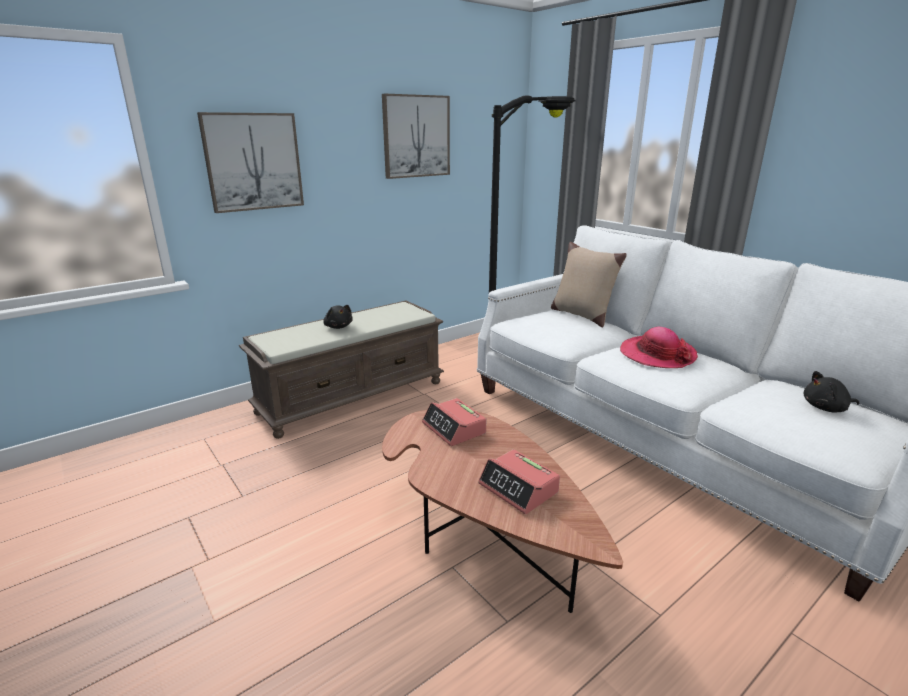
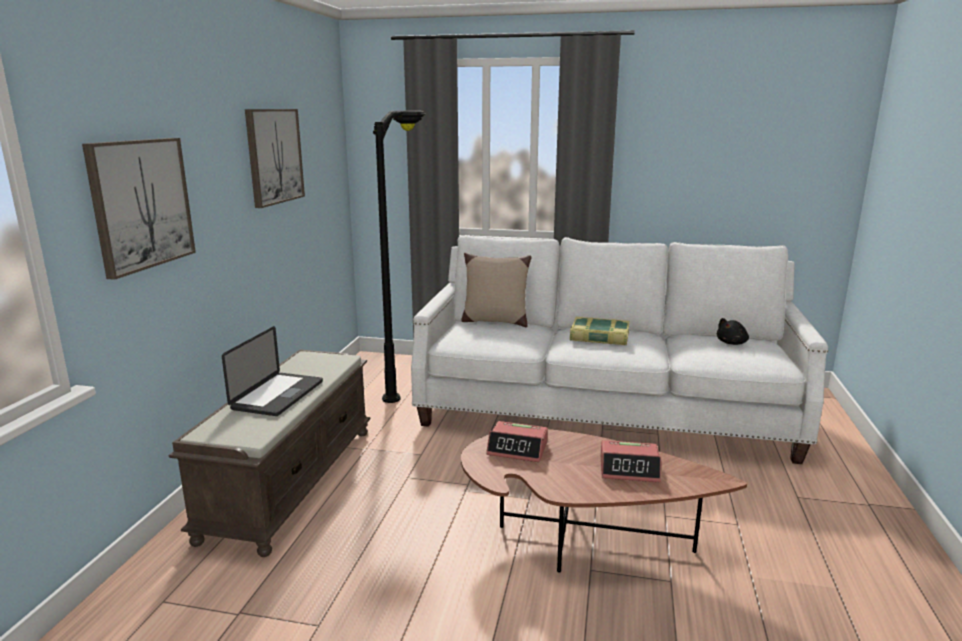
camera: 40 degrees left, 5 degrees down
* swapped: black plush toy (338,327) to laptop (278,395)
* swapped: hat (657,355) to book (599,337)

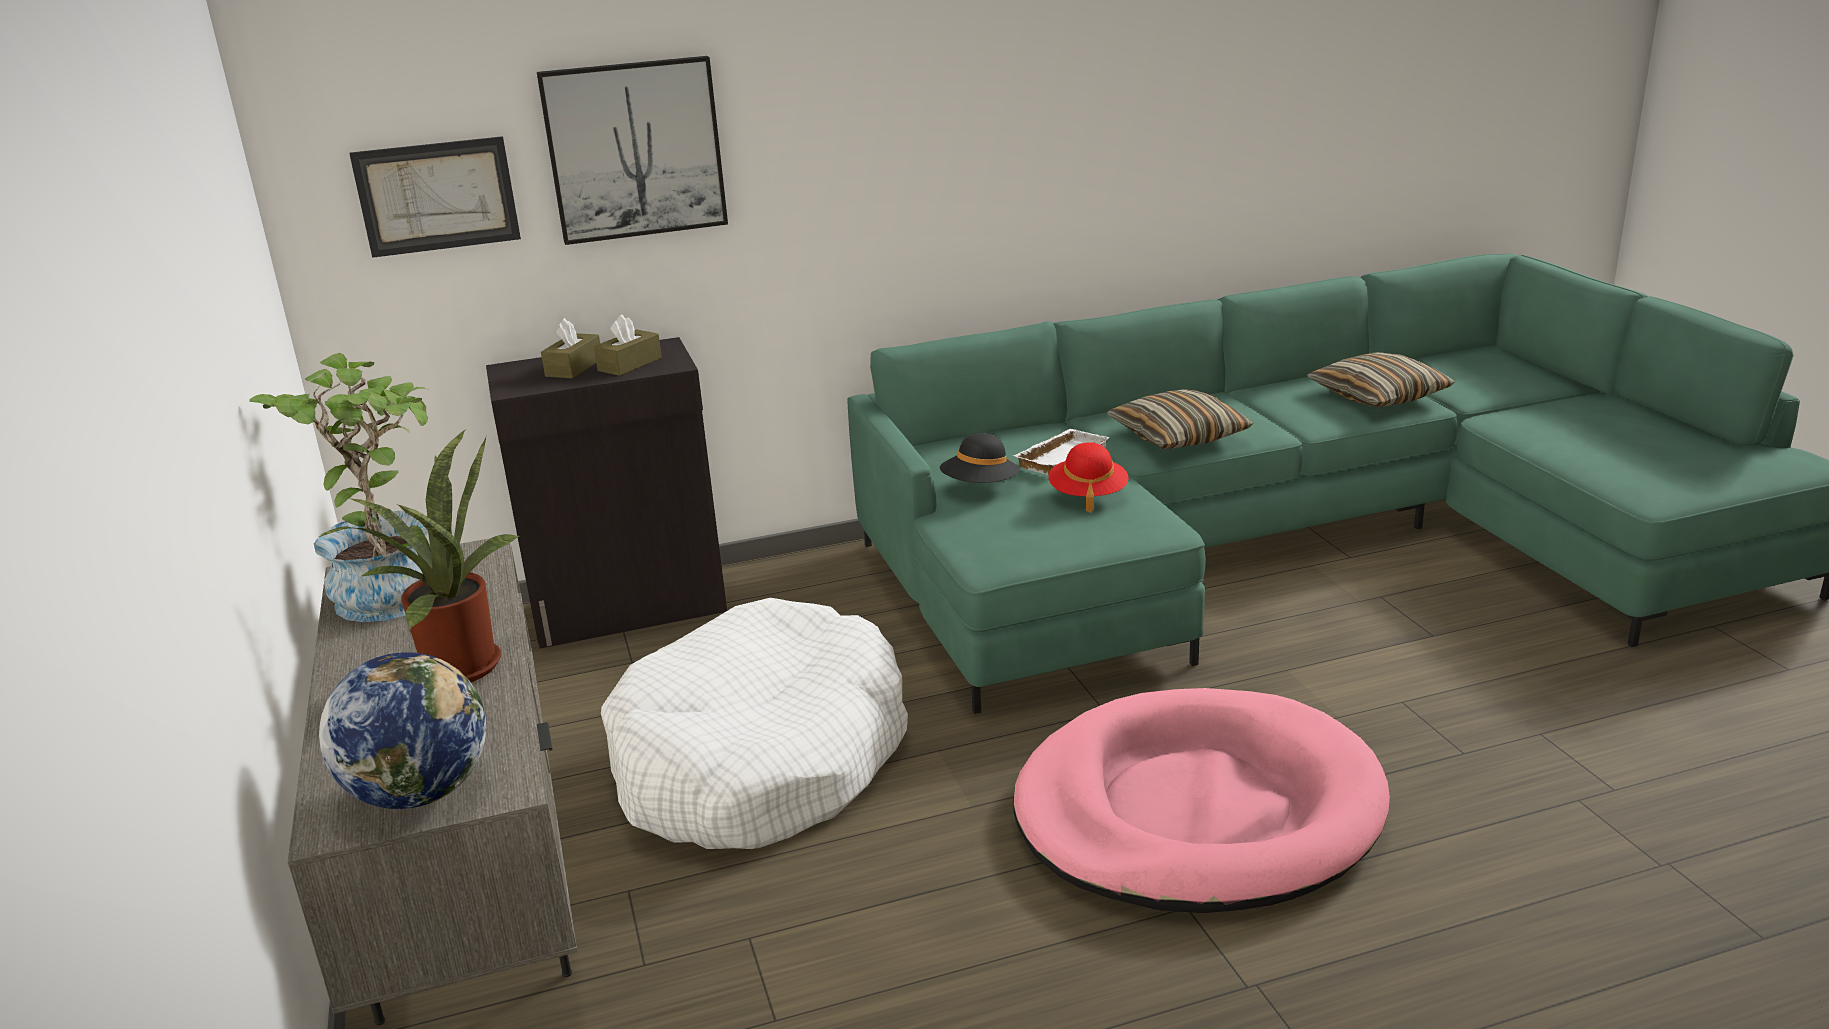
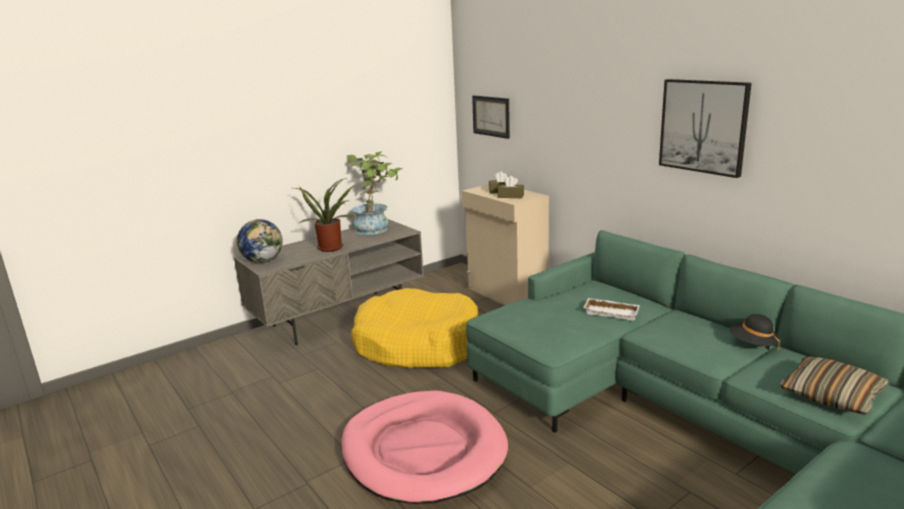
camera: 70 degrees right, 5 degrees down
* shifted: picture (634,149) to (703,126)
* repainted: black cabinet (630,608) to beige cabinet (506,294)
* gone: pillow (1178,436)
* shifted: black hat (980,487) to (752,344)
* gone: red hat (1087,495)
* repainted: white dog bed (760,760) to yellow dog bed (418,344)

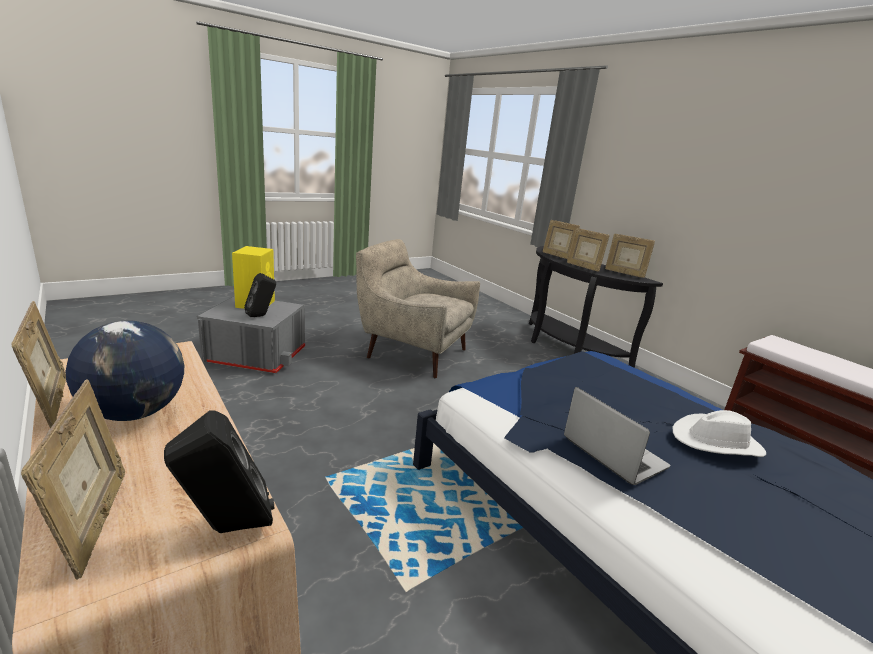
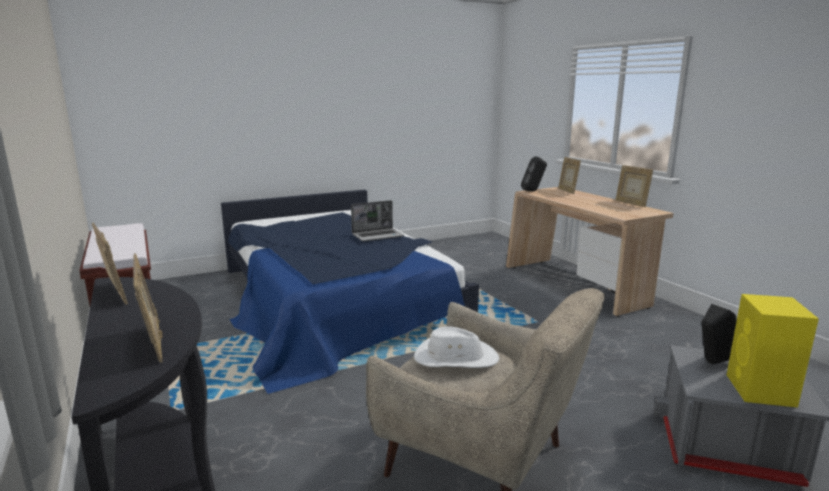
camera: 170 degrees left, 5 degrees down
* gone: picture frame (583,267)
* gone: globe (134,412)
* rotated: laptop (612,453) = (378,236) 90 degrees counterclockwise
* shifted: white hat (716,442) to (455,358)

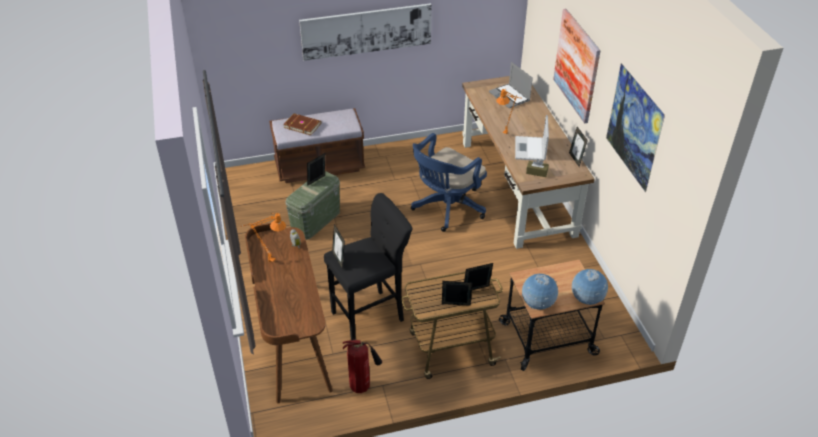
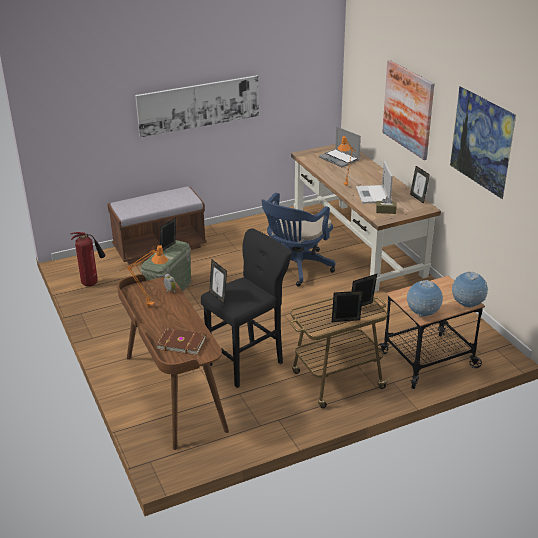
camera: 10 degrees left, 10 degrees down
* shifted: brown book (302,125) to (181,342)
* shifted: fire extinguisher (362,386) to (92,283)

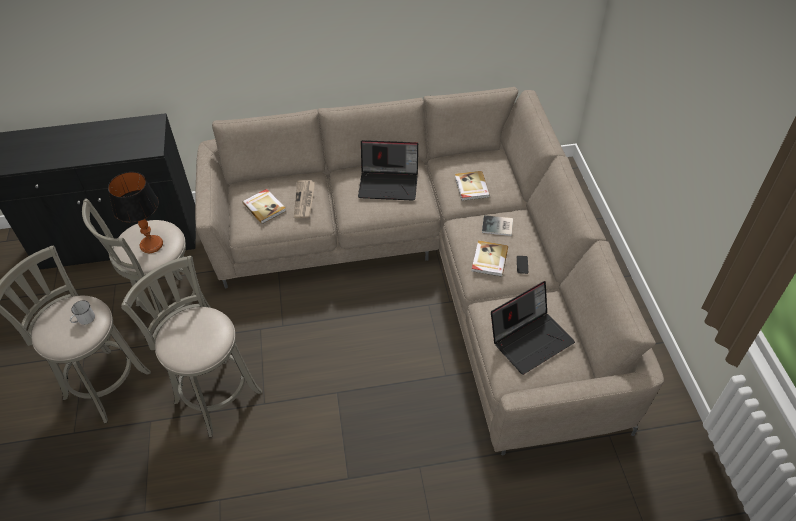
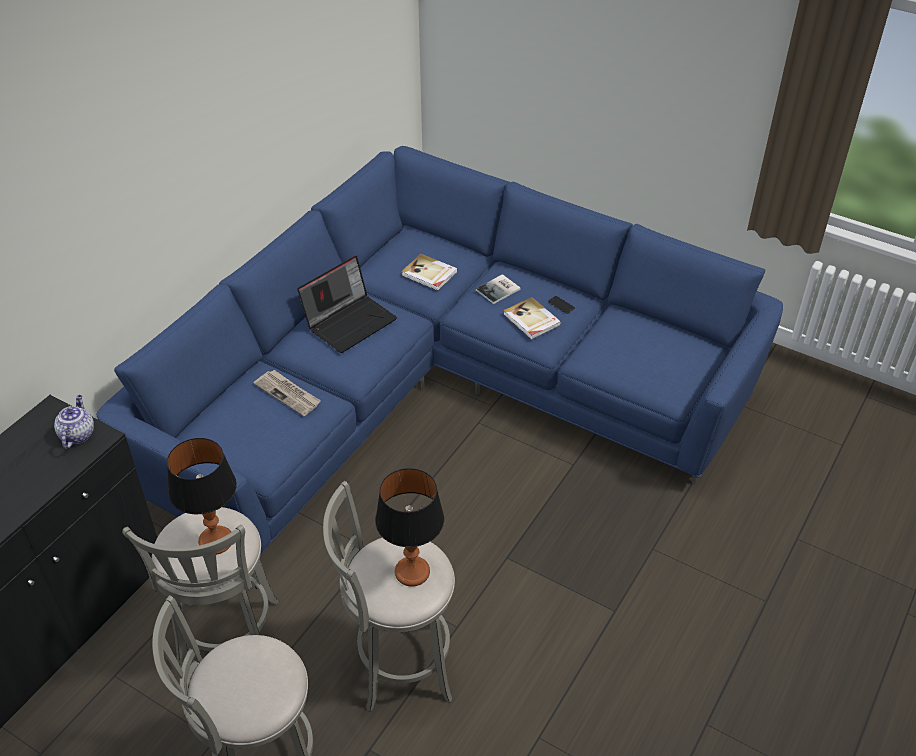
camera: 50 degrees left, 5 degrees down
* repainted: beige sofa (434,268) to blue sofa (439,389)
* gone: book (264,207)
* gone: laptop (531,339)
* gone: white mug (84,320)
* new: teapot (77,434)
* new: table lamp (412,572)

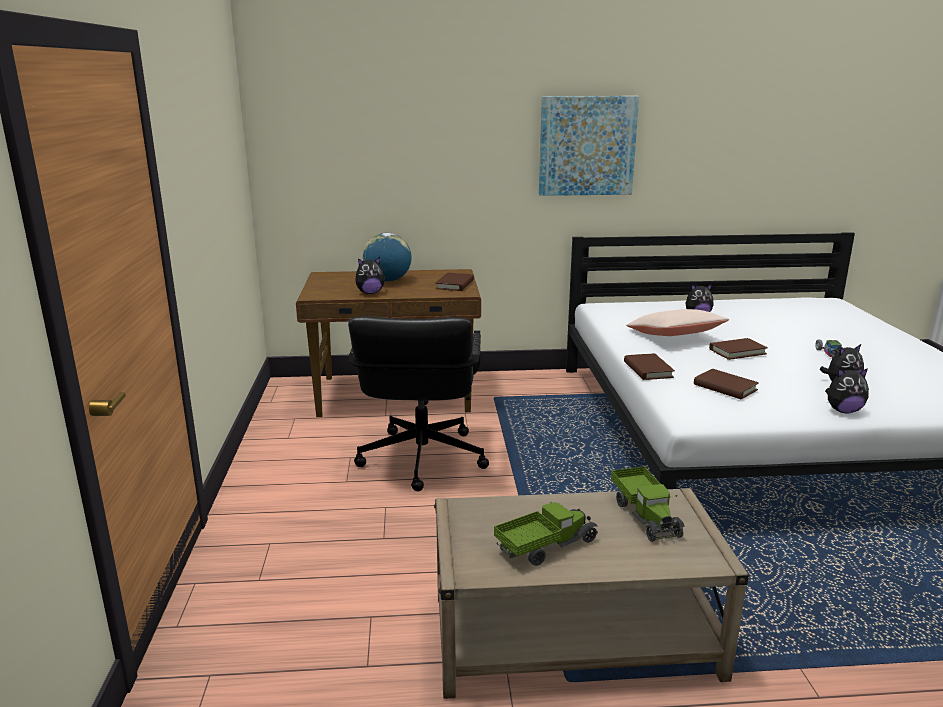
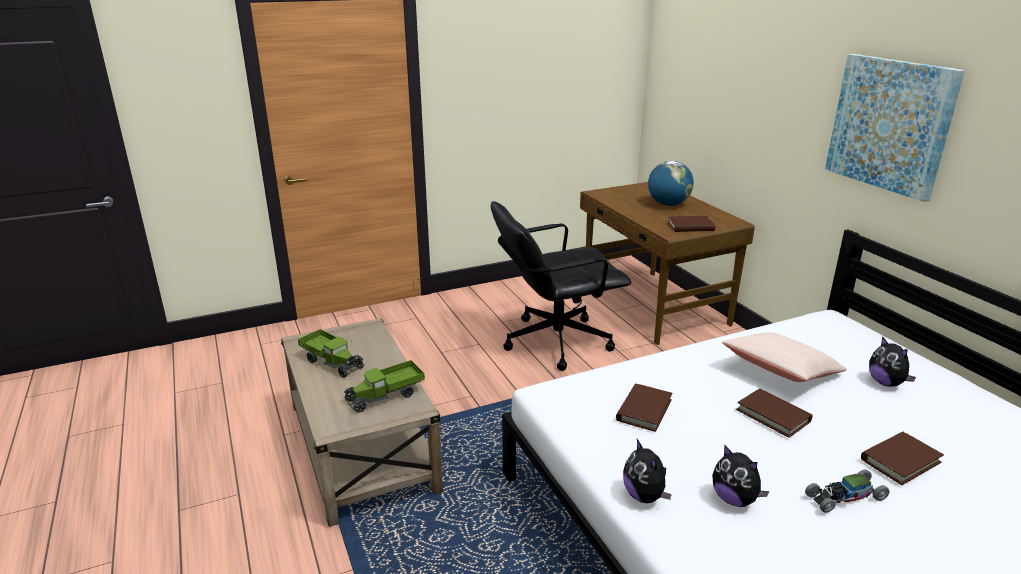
camera: 70 degrees right, 5 degrees up
* gone: plush toy (370,293)
* shifted: brown book (648,370) to (900,461)

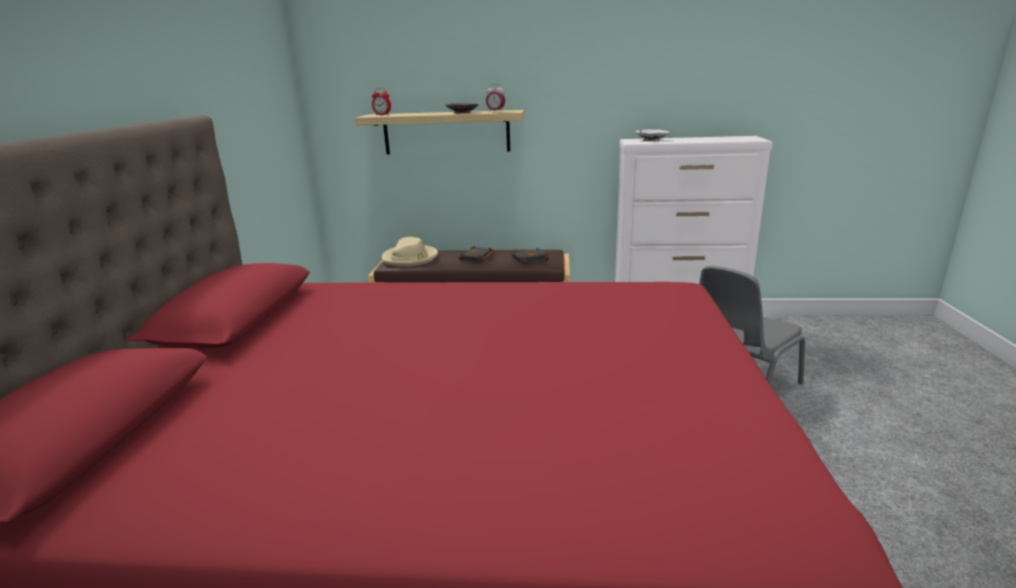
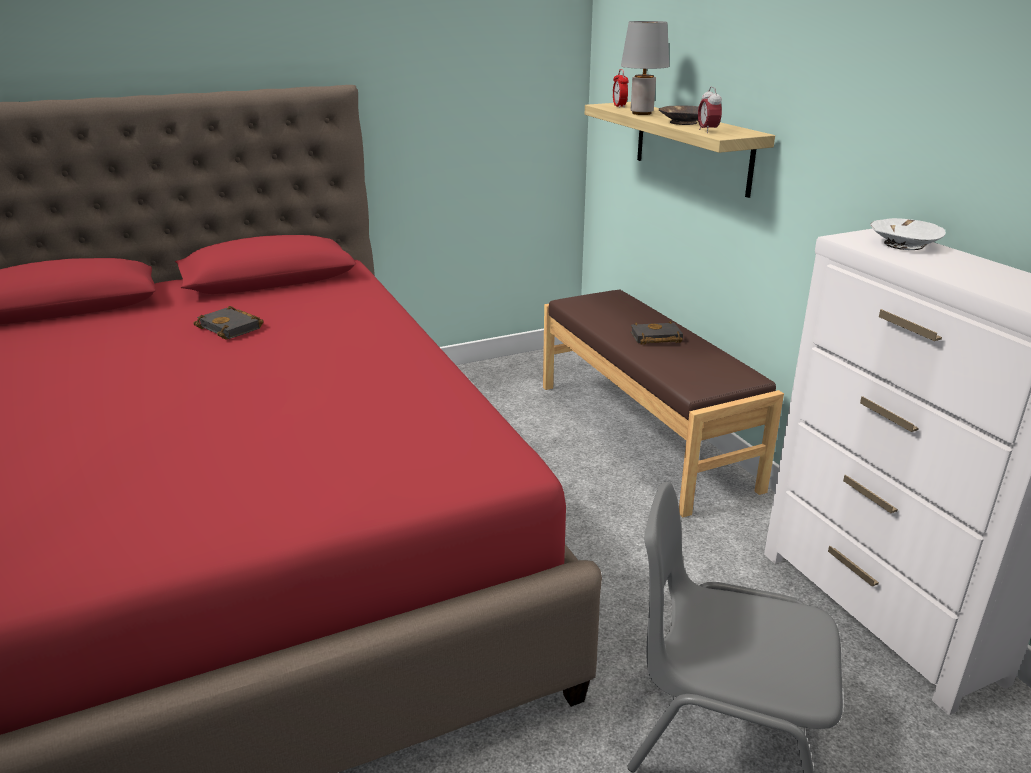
camera: 60 degrees right, 5 degrees up
* gone: beige hat (410,258)
* shifted: black book (530,258) to (232,328)
* new: grey table lamp (641,113)

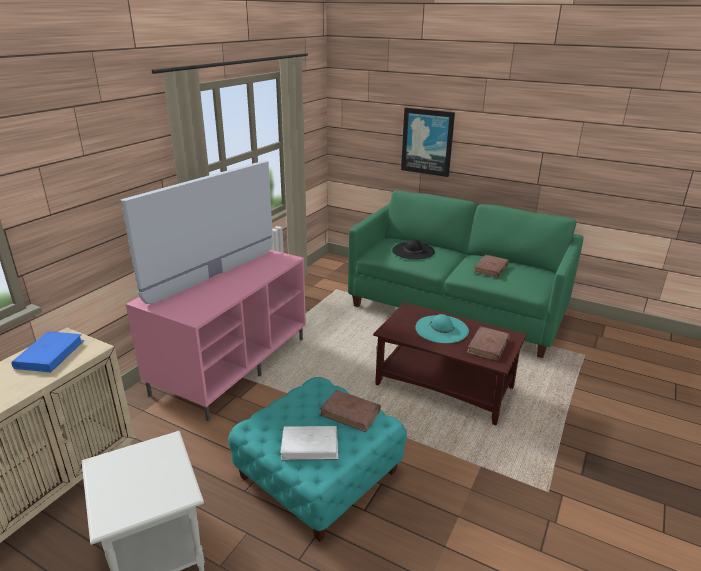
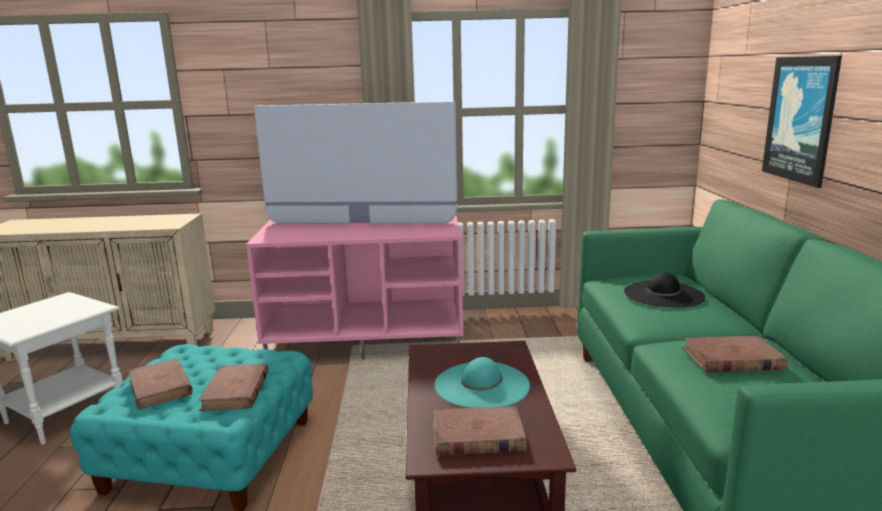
camera: 60 degrees right, 10 degrees down
* gone: blue book (50,354)
* repainted: white book (310,445) to brown book (160,387)

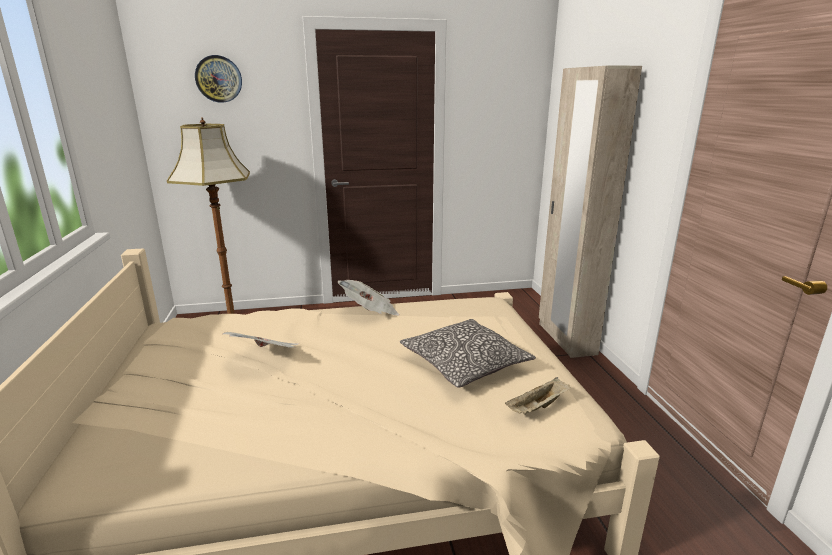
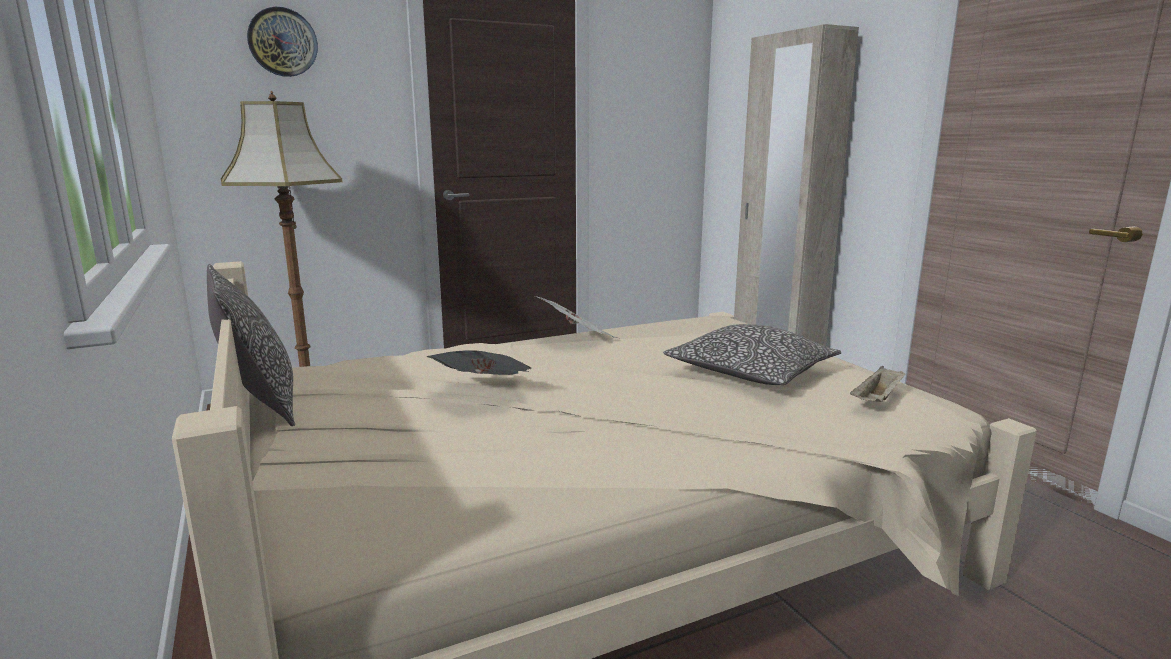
camera: 15 degrees left, 5 degrees down
* new: pillow (260,406)

